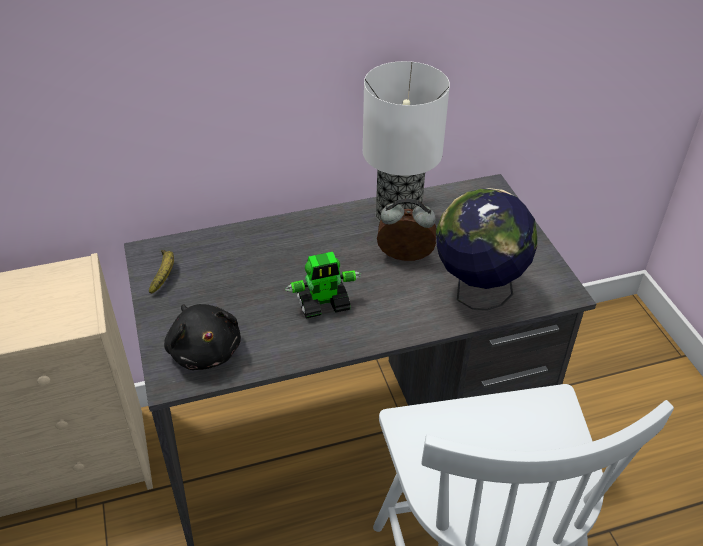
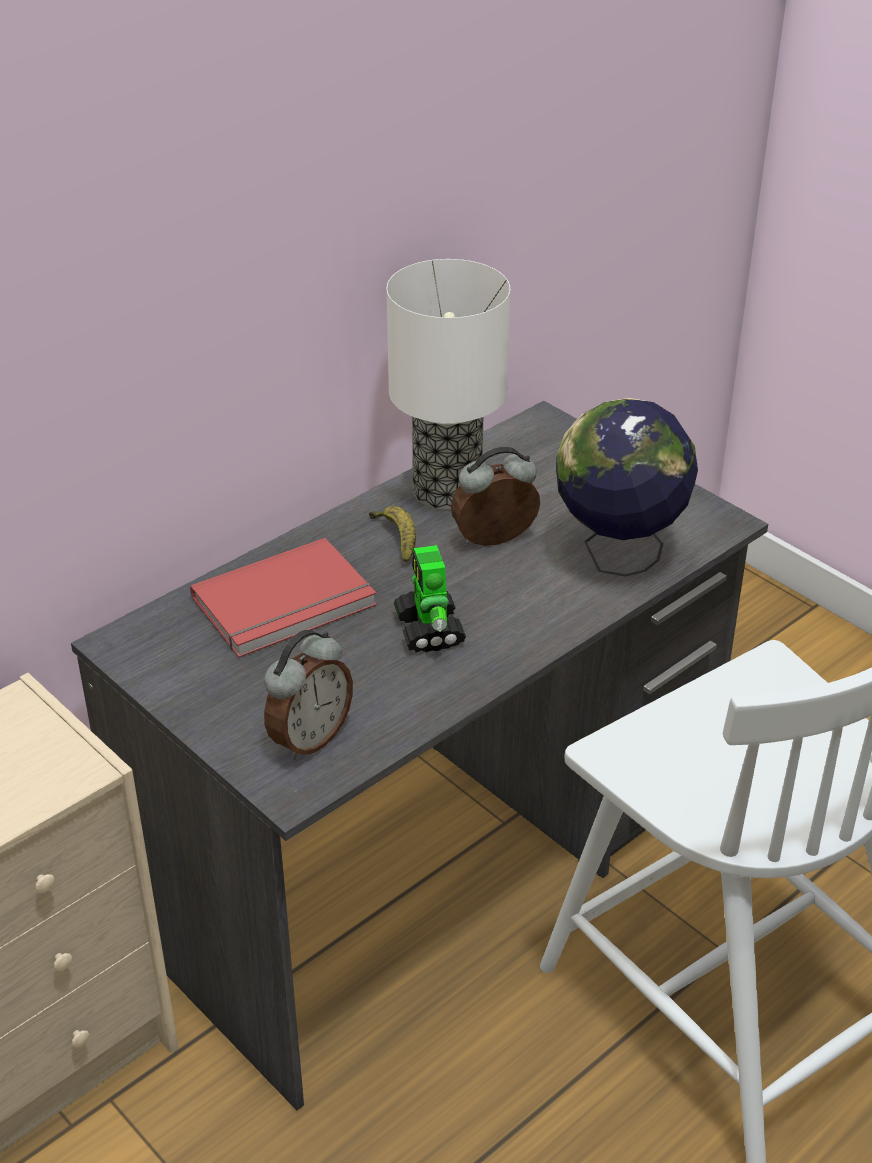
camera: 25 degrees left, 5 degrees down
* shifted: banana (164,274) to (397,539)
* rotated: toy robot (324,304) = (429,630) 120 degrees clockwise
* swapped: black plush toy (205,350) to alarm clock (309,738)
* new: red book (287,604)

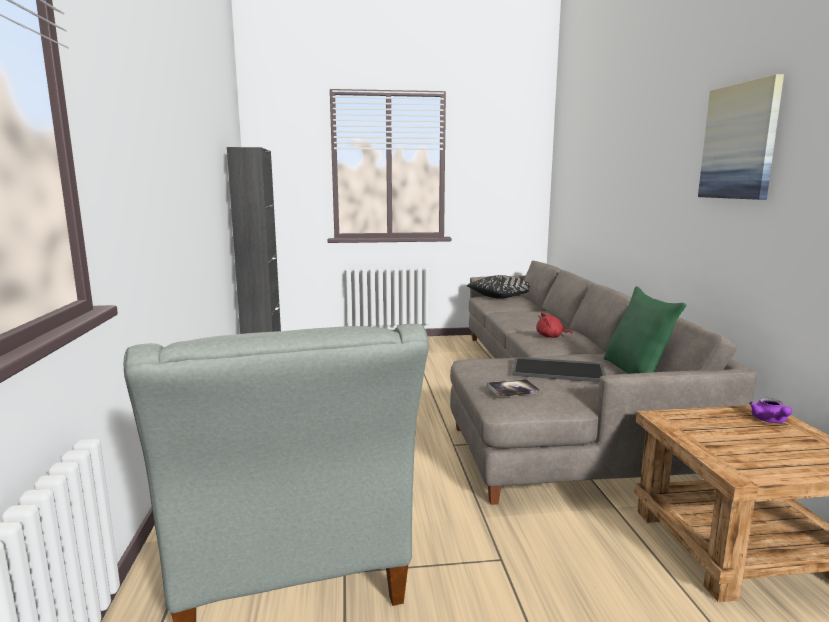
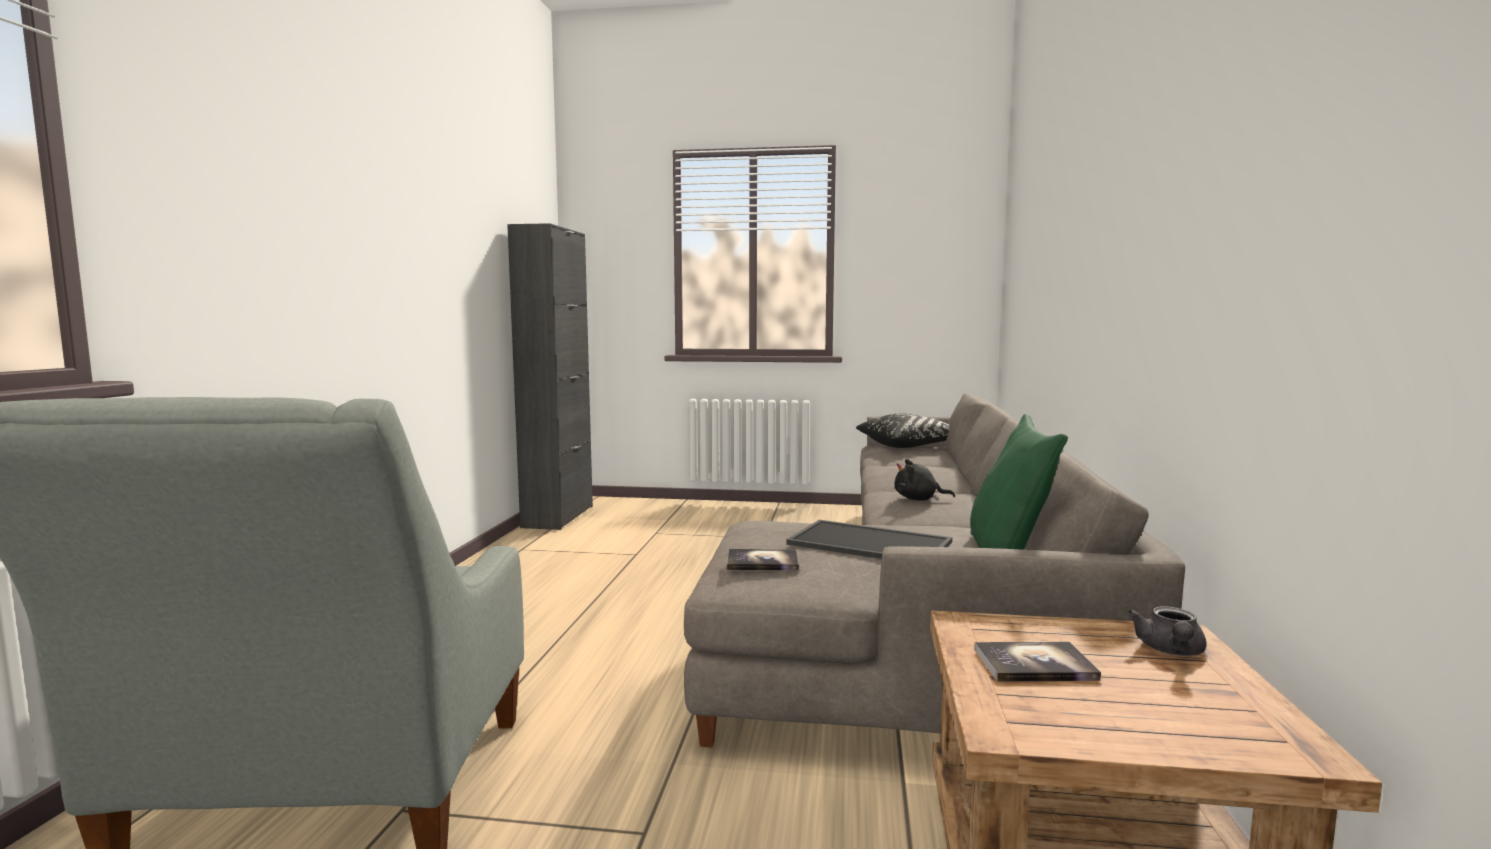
camera: 15 degrees right, 5 degrees down
* gone: picture (740,142)
* repainted: red plush toy (551,337) to black plush toy (919,499)
* repainted: purple teapot (770,421) to grey teapot (1170,651)
* new: book (1034,664)

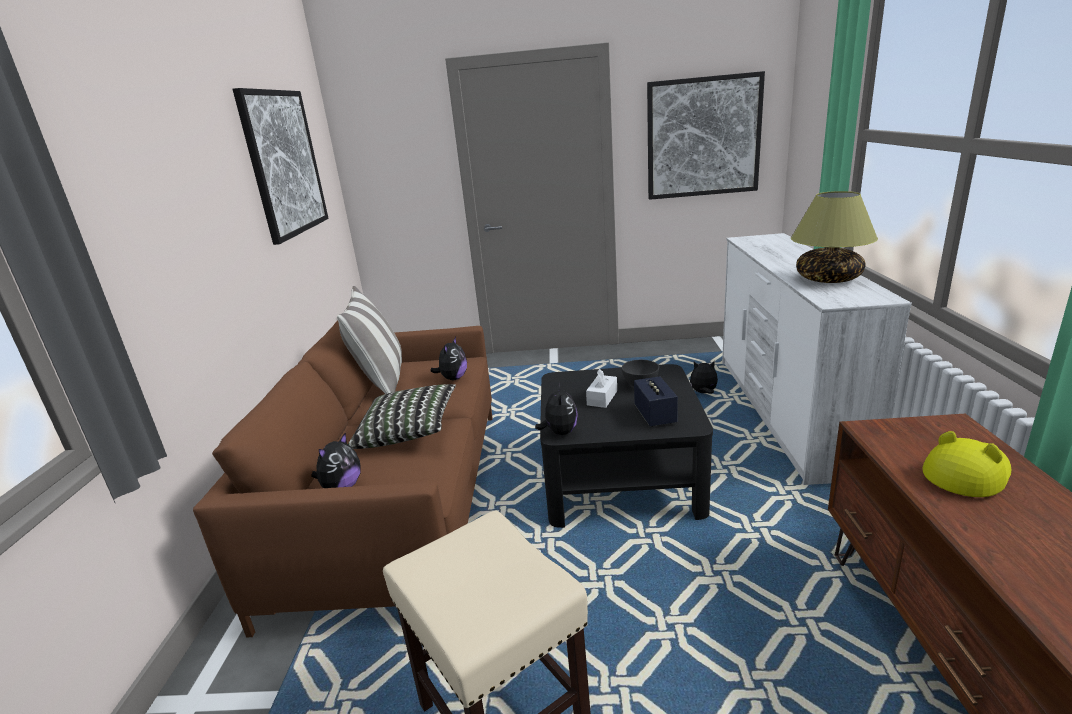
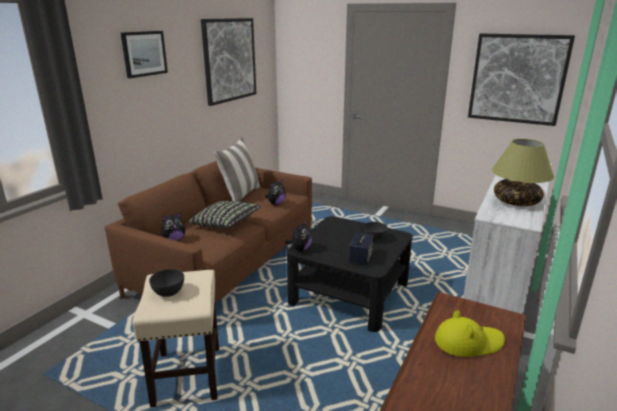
camera: 25 degrees right, 0 degrees up
* gone: plush toy (703,393)
* gone: white tissue box (602,398)
* new: picture (144,53)
* new: grey bowl (169,293)

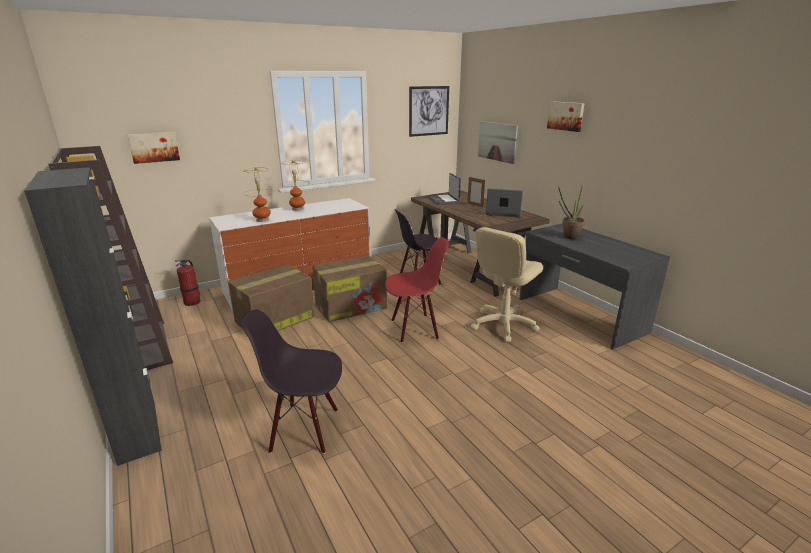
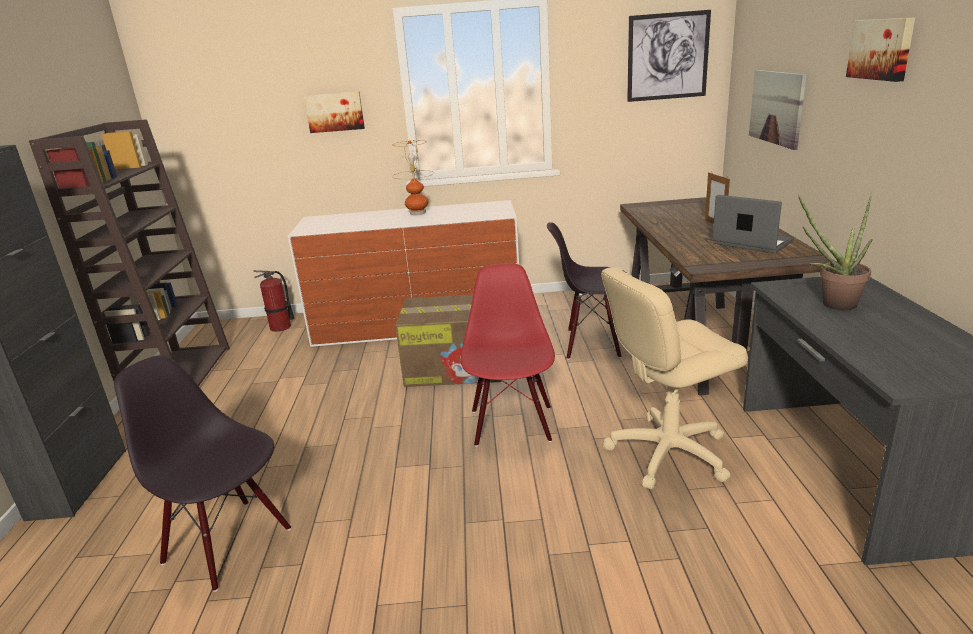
camera: 30 degrees right, 0 degrees up
* shifted: picture (154,147) to (335,112)
* gone: table lamp (262,220)
* gone: laptop (444,200)
* rotated: red chair (414,329) = (512,425) 105 degrees counterclockwise
* gone: cardboard box (274,320)

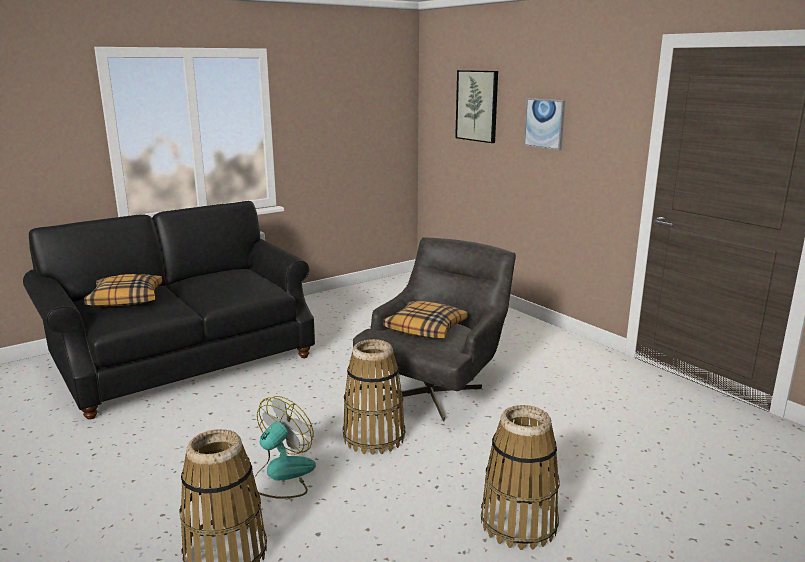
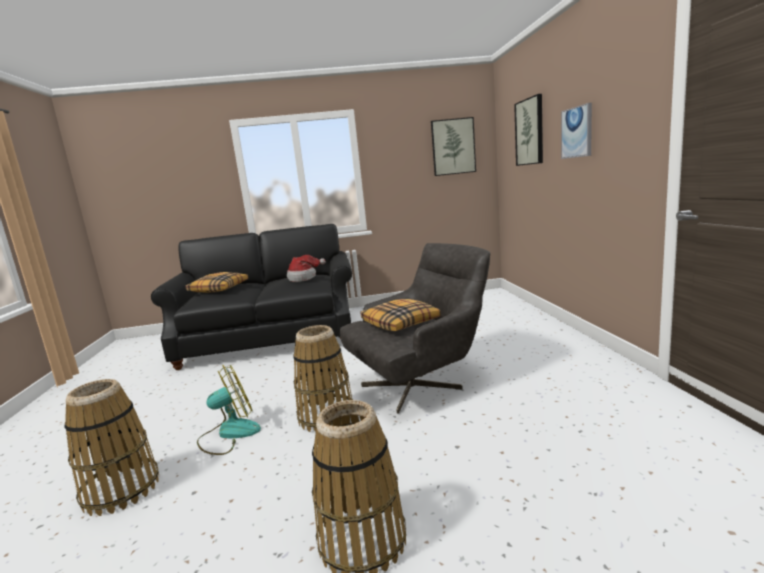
camera: 30 degrees right, 5 degrees down
* new: picture (453,147)
* new: hat (304,278)

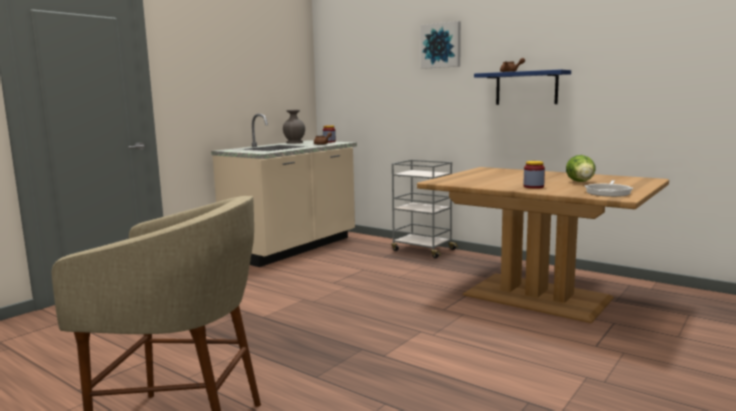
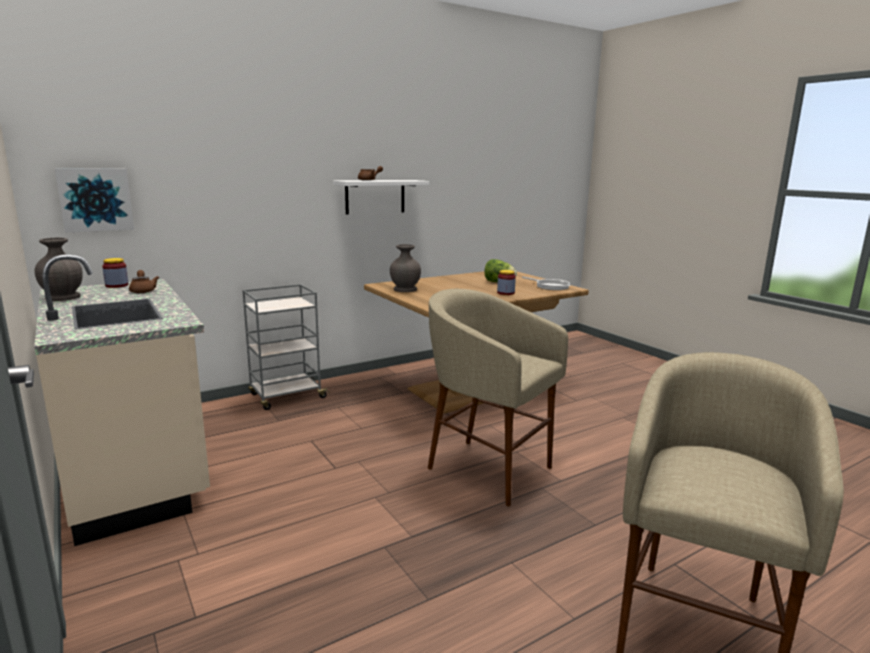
camera: 70 degrees left, 5 degrees up
* shifted: picture (441,45) to (95,199)
* repainted: blue shelf (526,88) to white shelf (375,196)
* new: grey vase (404,289)
* new: beige stool (487,469)

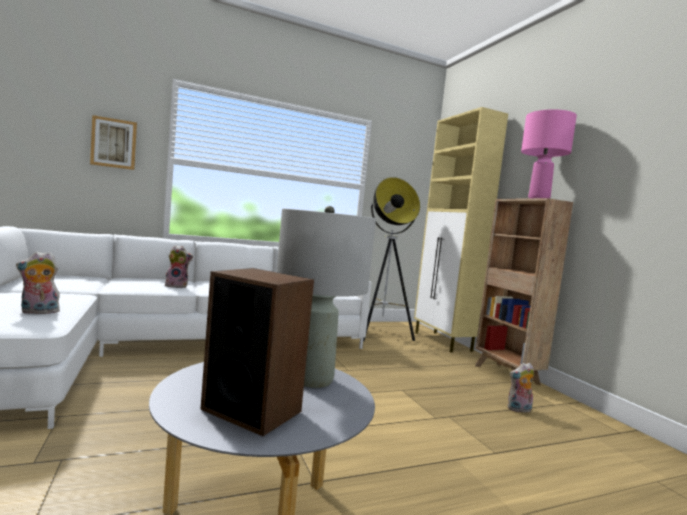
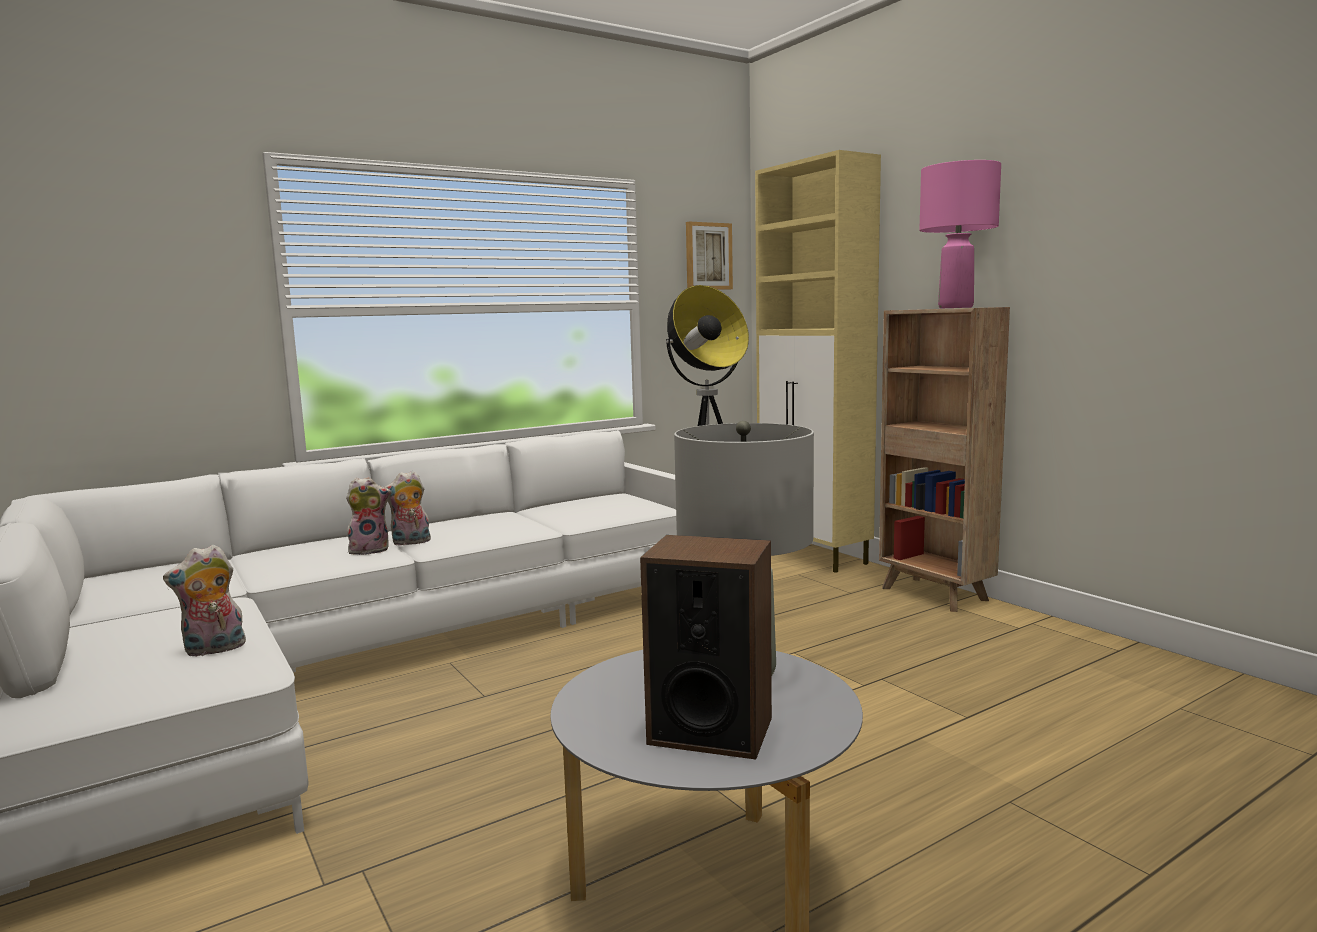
camera: 10 degrees left, 5 degrees up
* shifted: picture (114,143) to (708,256)
* shifted: plush toy (519,410) to (410,543)

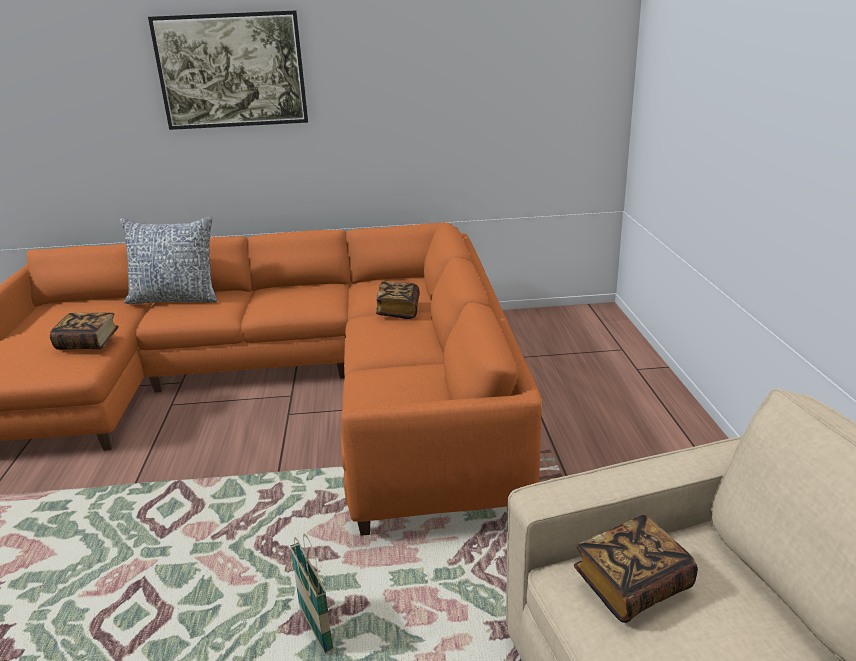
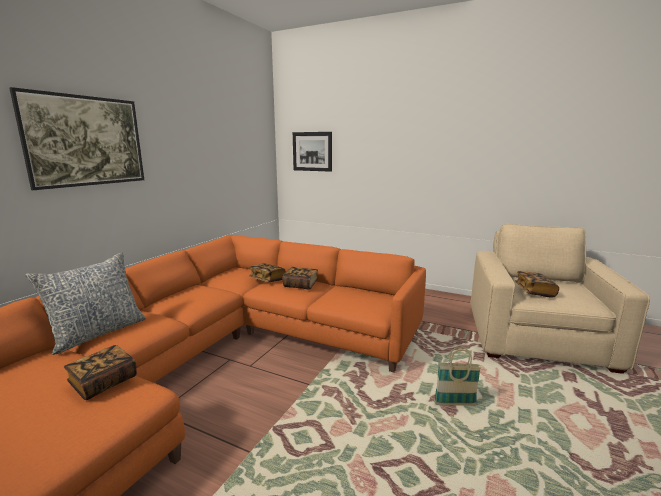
camera: 60 degrees left, 10 degrees down
* new: picture (312,151)
* new: book (300,285)

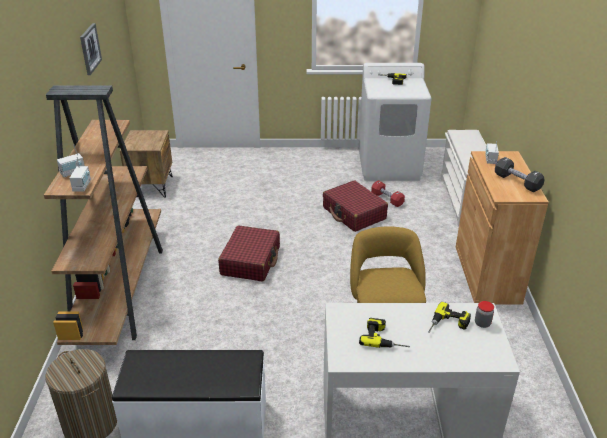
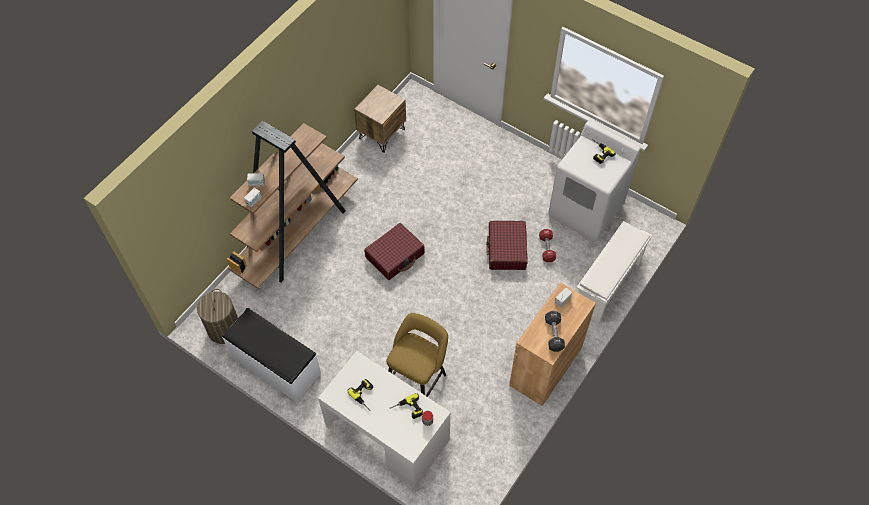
camera: 35 degrees right, 25 degrees up
* gone: picture (90,48)

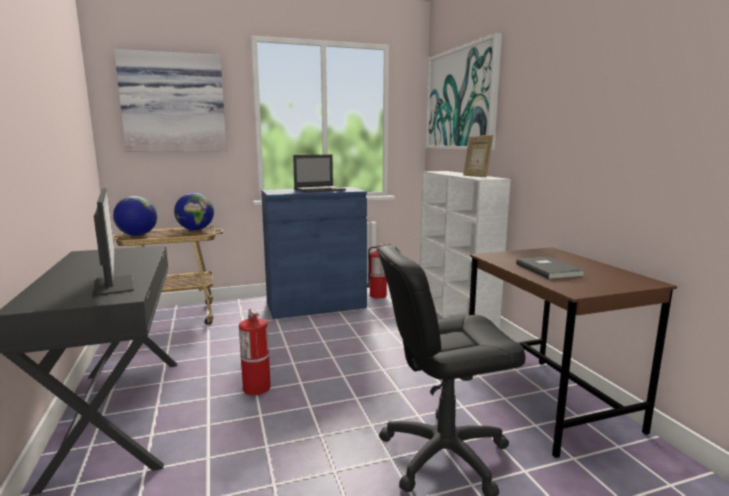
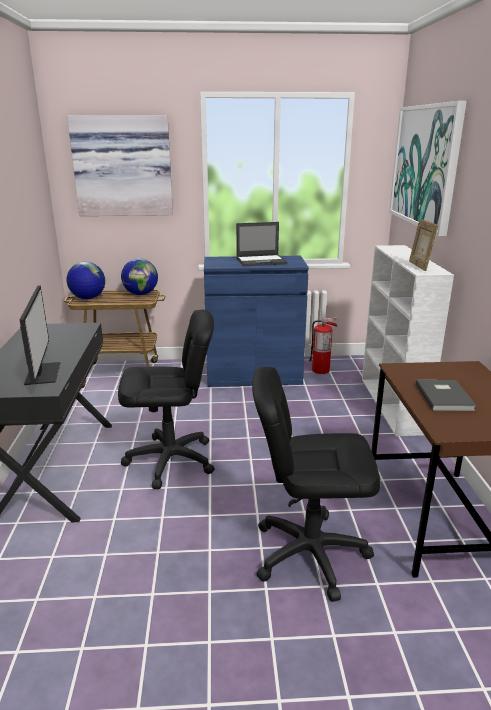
camera: 15 degrees right, 10 degrees up
* swapped: fire extinguisher (257,388) to black office chair (171,460)

